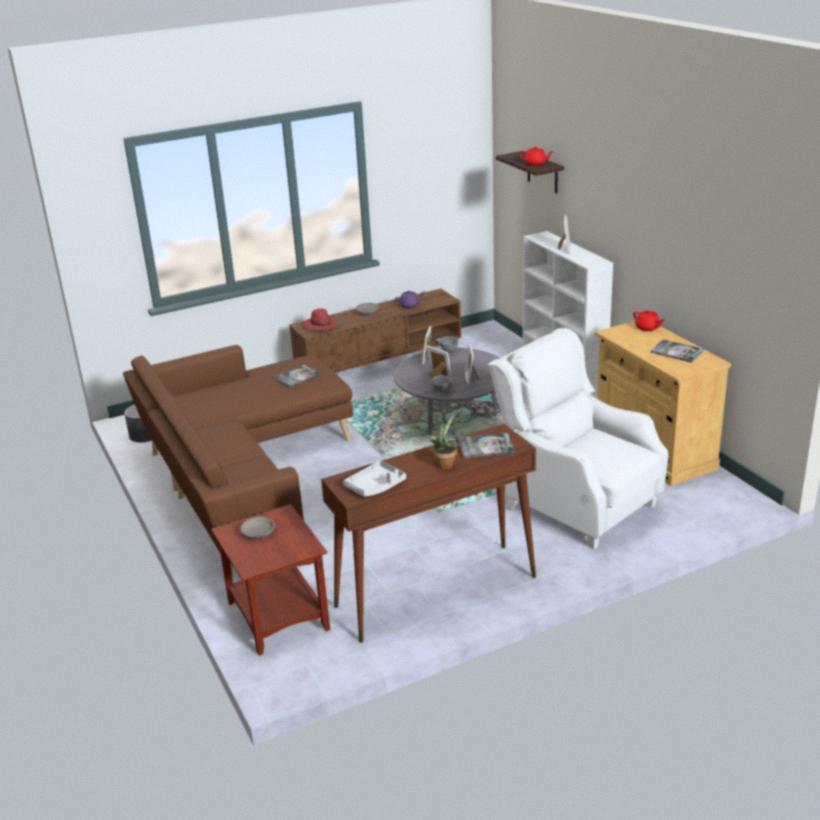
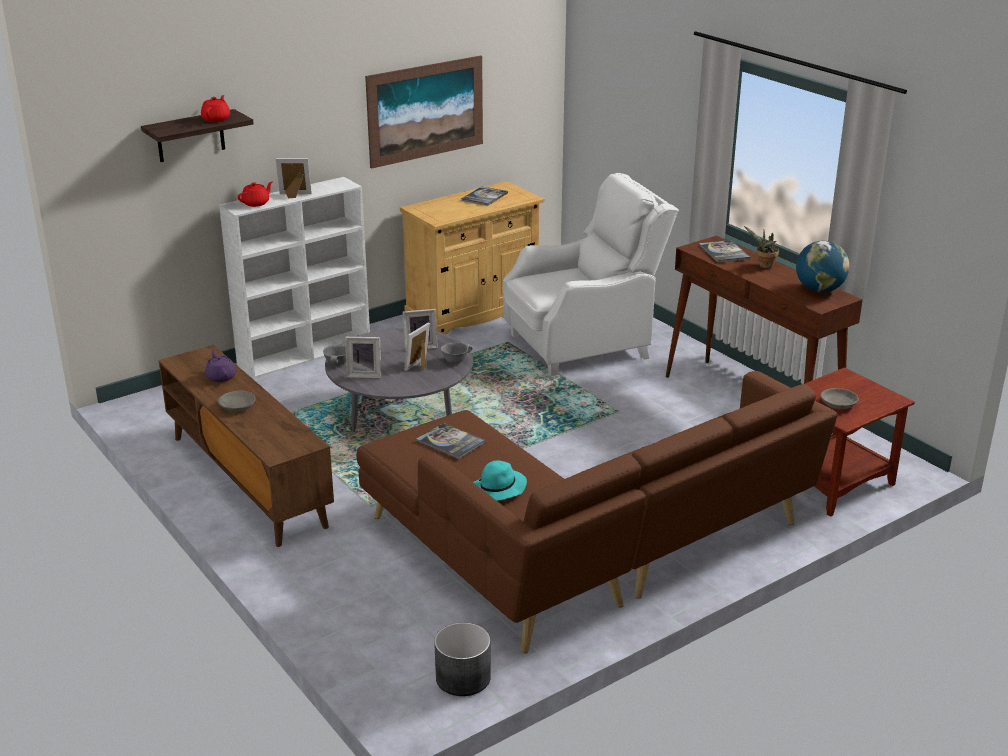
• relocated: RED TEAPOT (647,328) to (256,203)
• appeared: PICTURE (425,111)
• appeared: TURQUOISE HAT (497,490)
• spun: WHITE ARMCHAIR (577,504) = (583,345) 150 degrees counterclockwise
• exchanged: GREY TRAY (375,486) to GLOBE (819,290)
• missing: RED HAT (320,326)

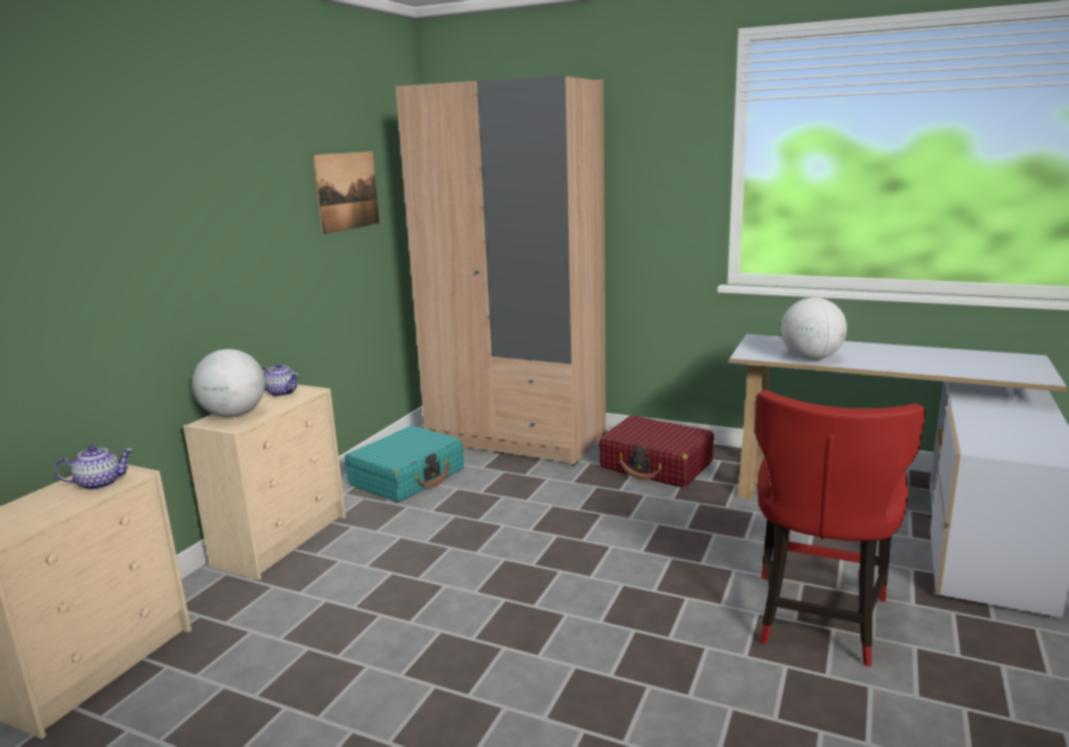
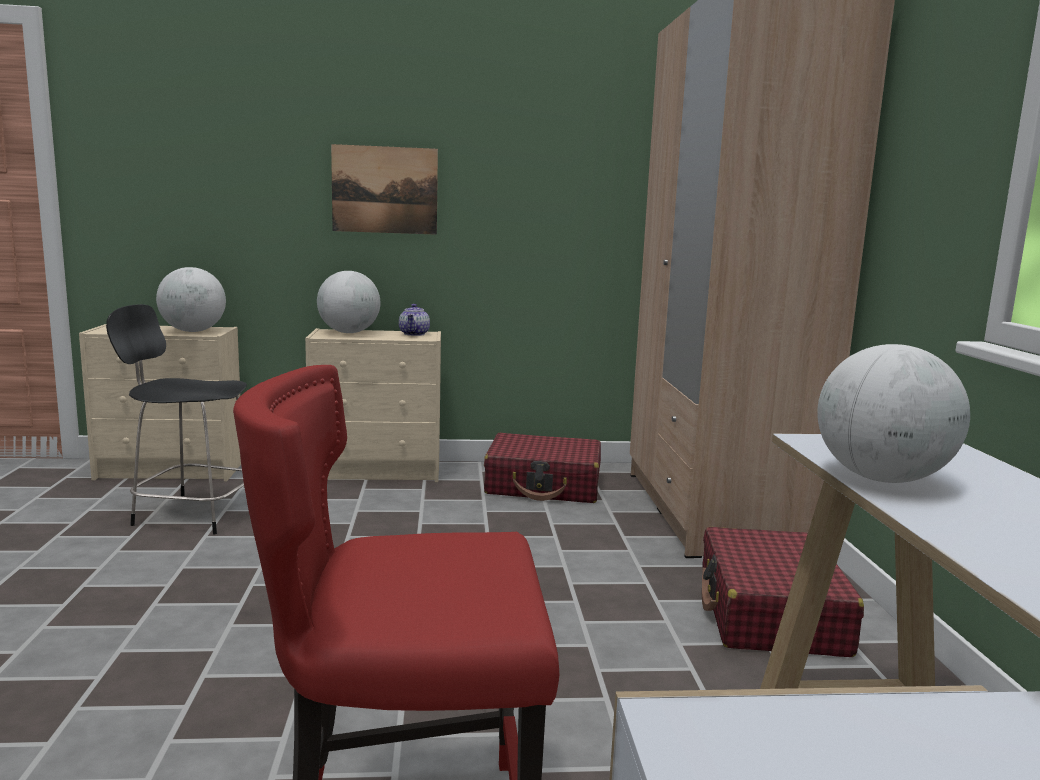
• appeared: BLACK CHAIR (193,513)
• exchanged: TEAPOT (100,483) to GLOBE (193,331)
• relocated: PICTURE (347,191) to (385,190)
• colour: TURQUOISE SUITCASE (408,477) to RED SUITCASE (544,485)

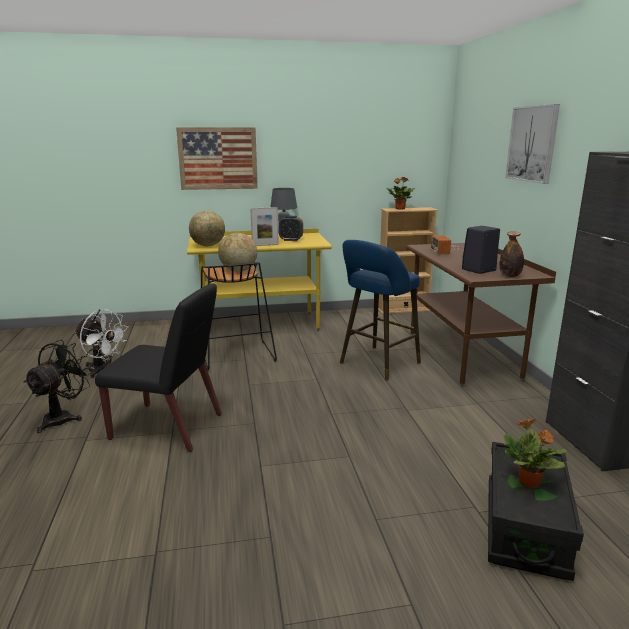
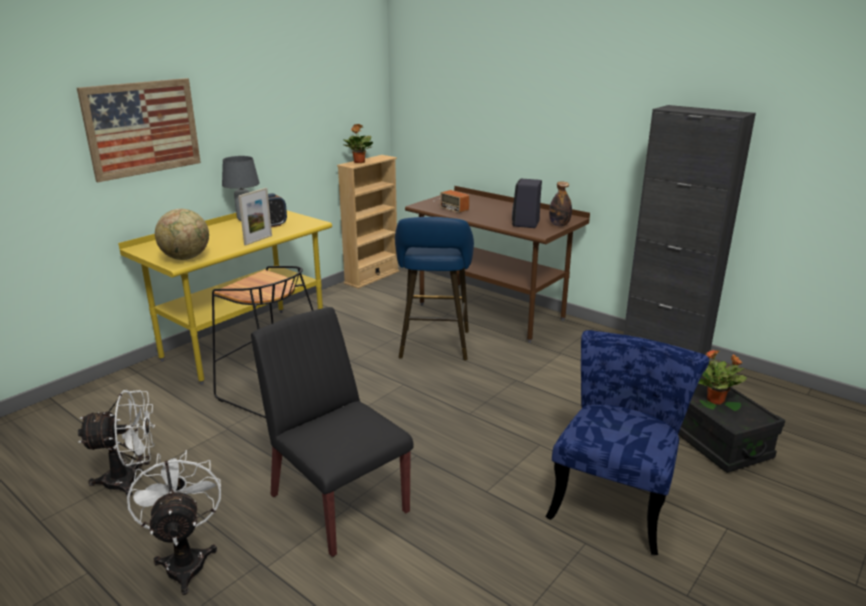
• colour: BLACK FAN (63,417) to WHITE FAN (186,560)
• spun: BLACK CHAIR (168,427) = (338,502) 105 degrees counterclockwise
• appeared: BLUE CHAIR (615,497)
• missing: GLOBE (238,271)
• missing: PICTURE (532,144)

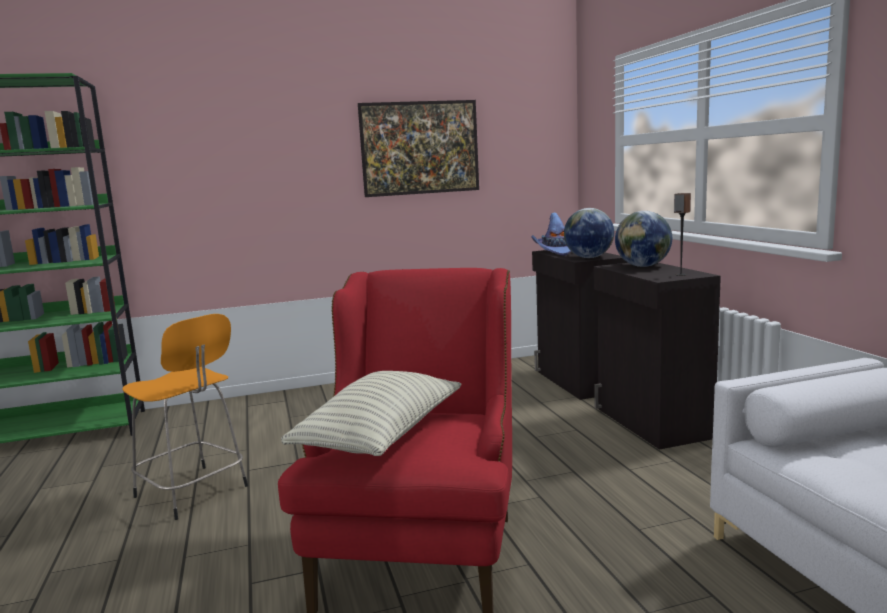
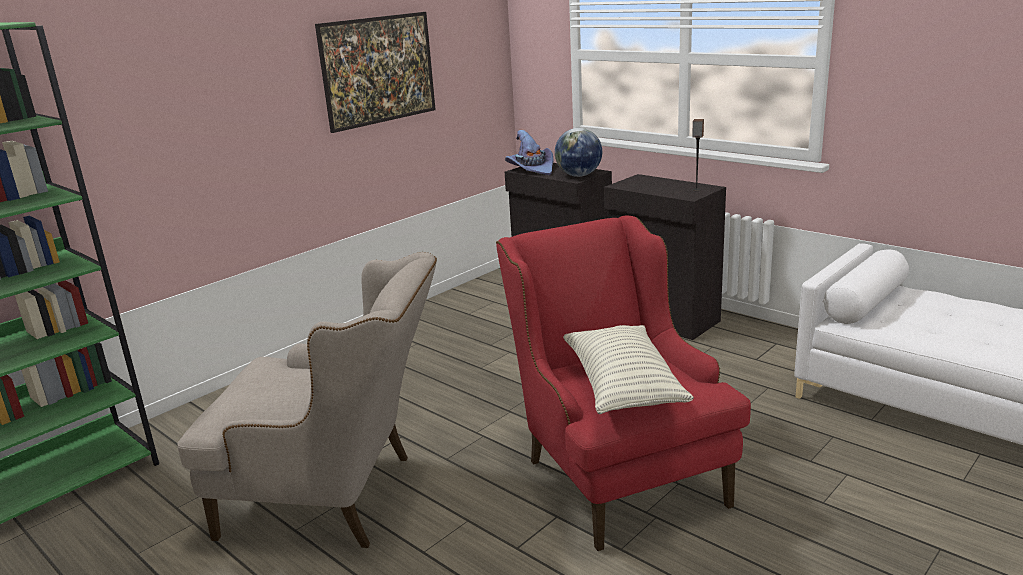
• exchanged: ORANGE STOOL (193,493) to BEIGE ARMCHAIR (338,497)
• missing: GLOBE (643,266)

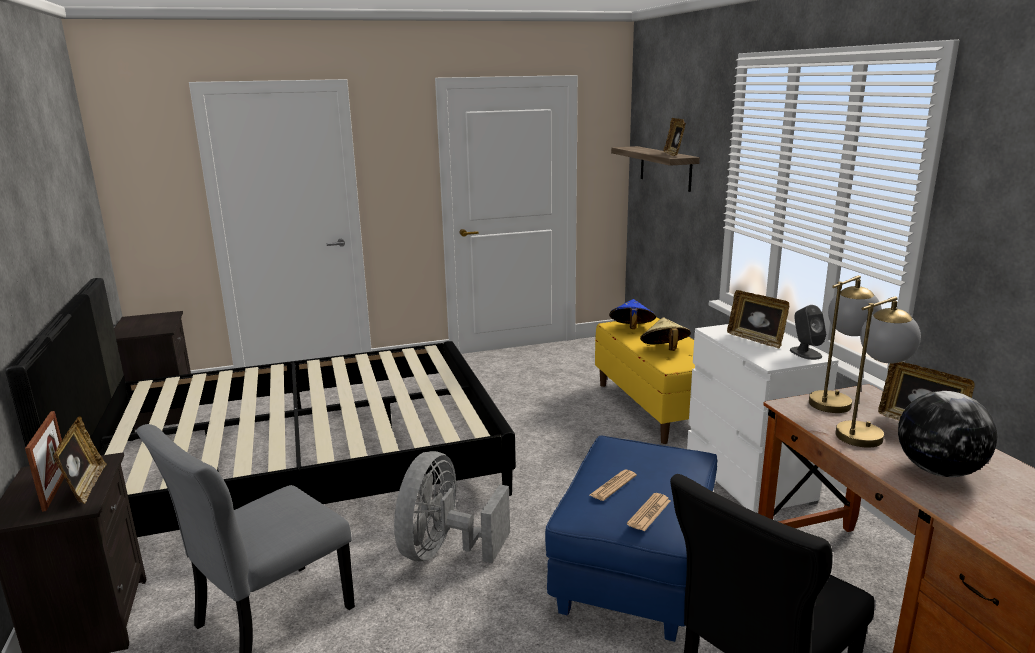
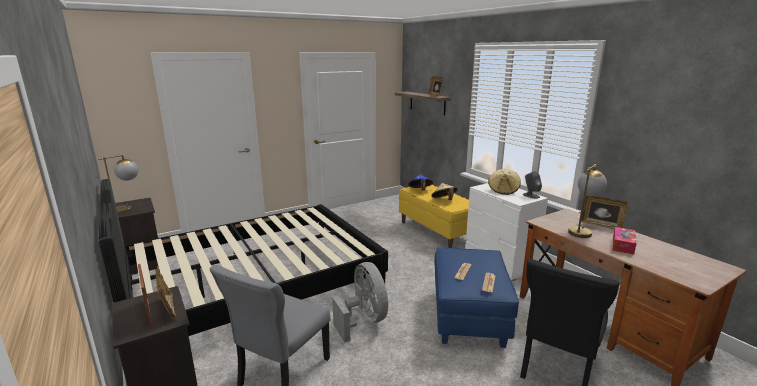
• relocated: TABLE LAMP (836,400) to (129,208)
• spun: GREY FAN (444,551) = (364,320) 150 degrees clockwise
• exchanged: PICTURE FRAME (756,339) to BEIGE HAT (503,190)
• exchanged: GLOBE (938,470) to TISSUE BOX (623,245)

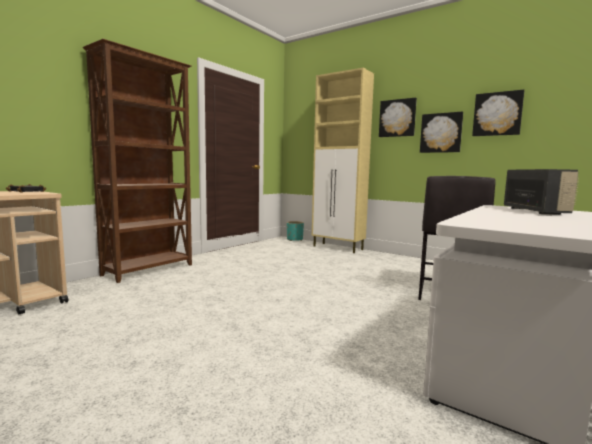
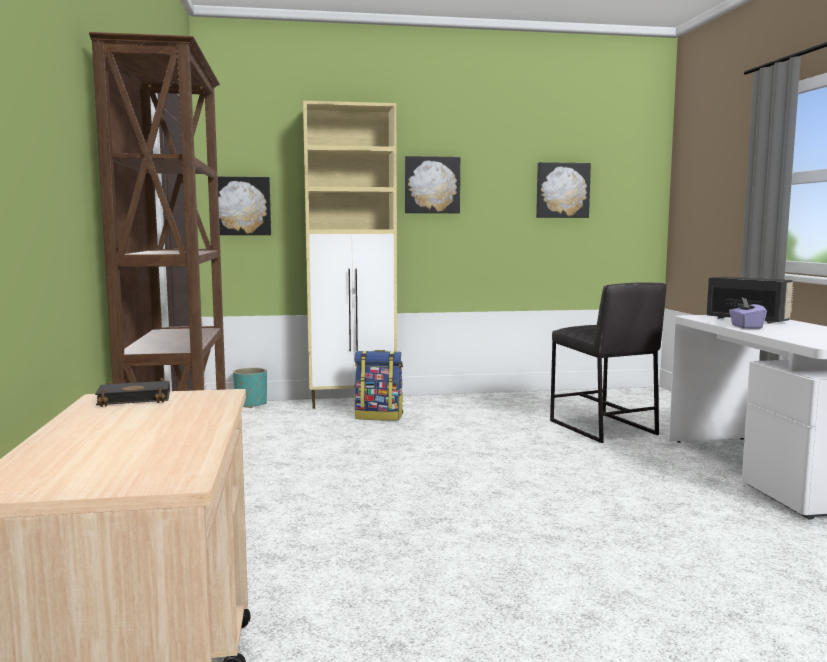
• relocated: PICTURE (441,133) to (241,206)
• appeared: BACKPACK (379,416)
• appeared: PURPLE TISSUE BOX (746,327)

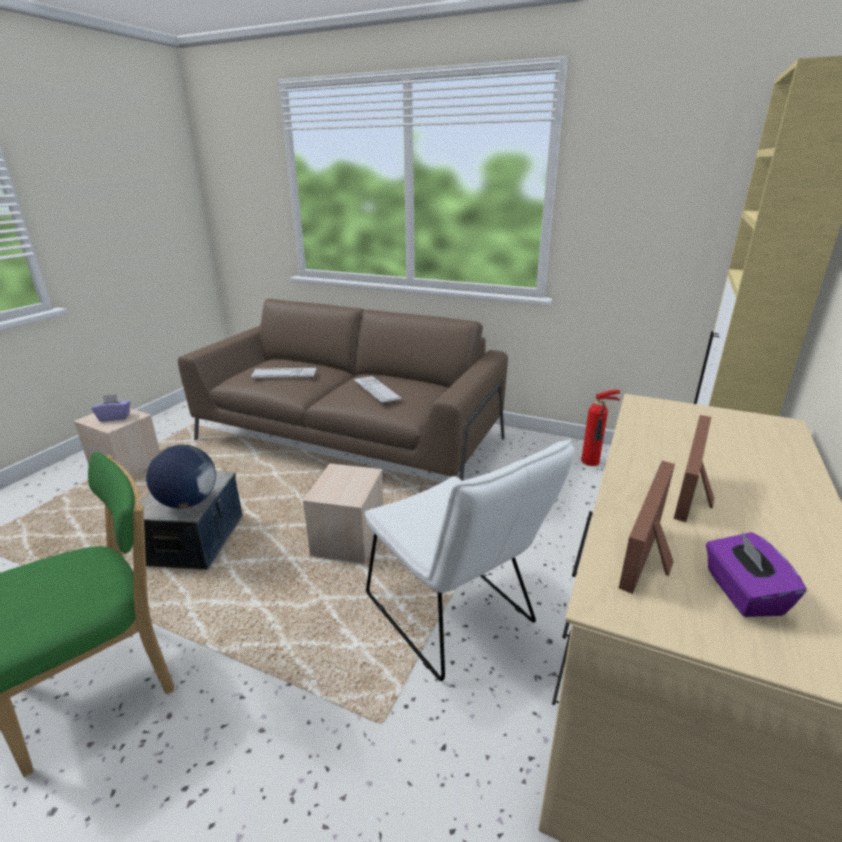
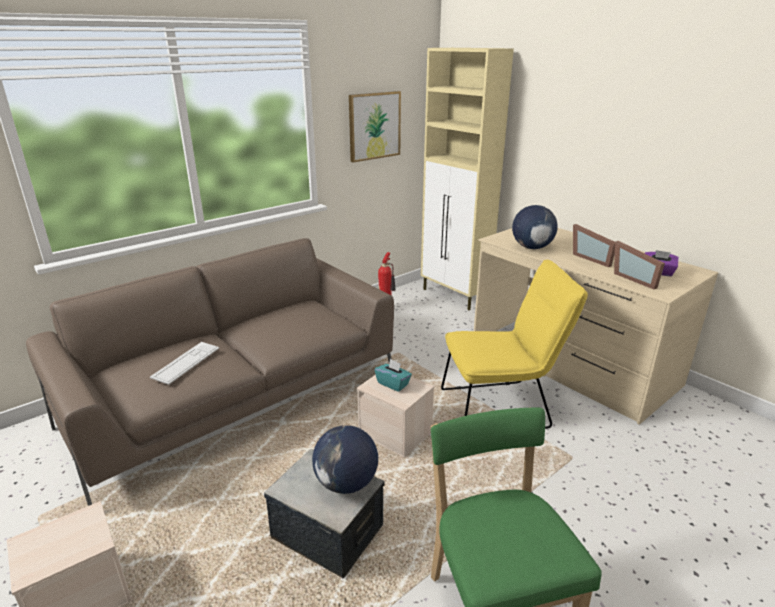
• appeared: PICTURE (374,126)
• appeared: TURQUOISE TISSUE BOX (393,384)
• colour: WHITE CHAIR (455,616) to YELLOW CHAIR (501,408)
• appeared: GLOBE (531,247)
• missing: PURPLE TISSUE BOX (115,417)
• missing: KEYBOARD (376,389)

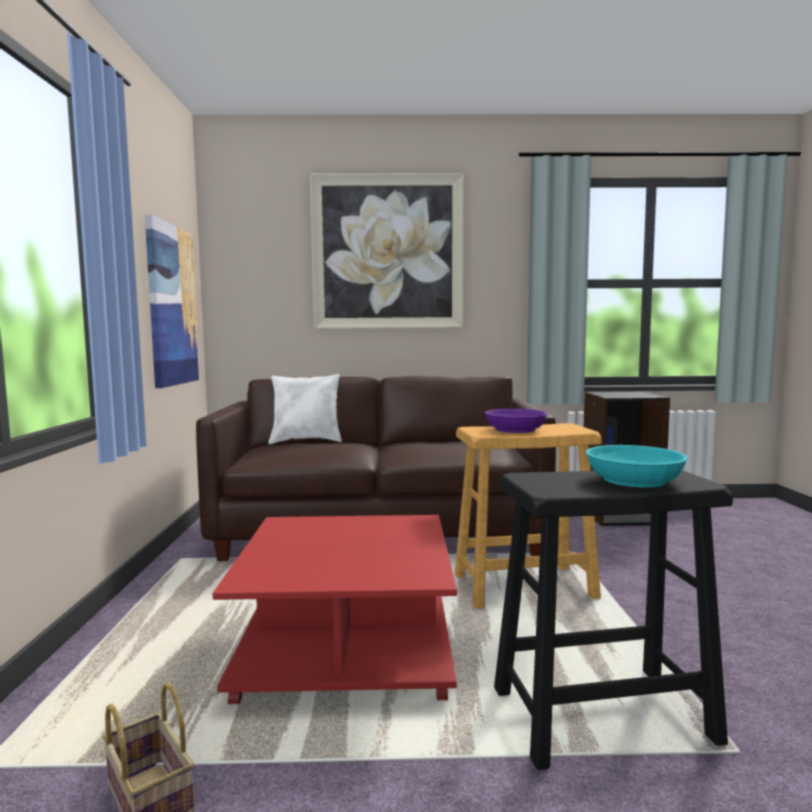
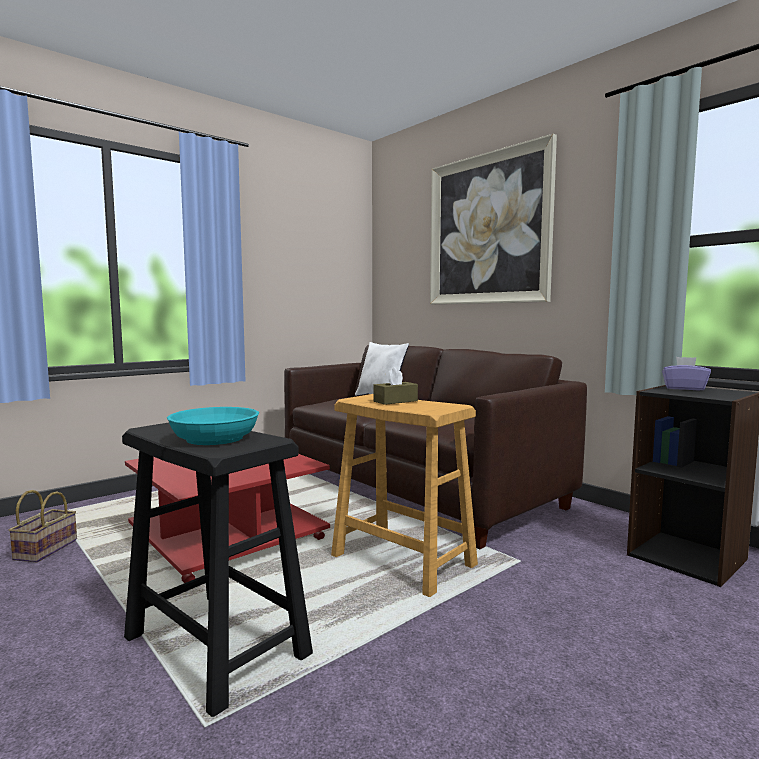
• exchanged: PURPLE BOWL (515,429) to BROWN TISSUE BOX (395,401)
• appeared: PURPLE TISSUE BOX (684,388)
• missing: PICTURE (171,305)

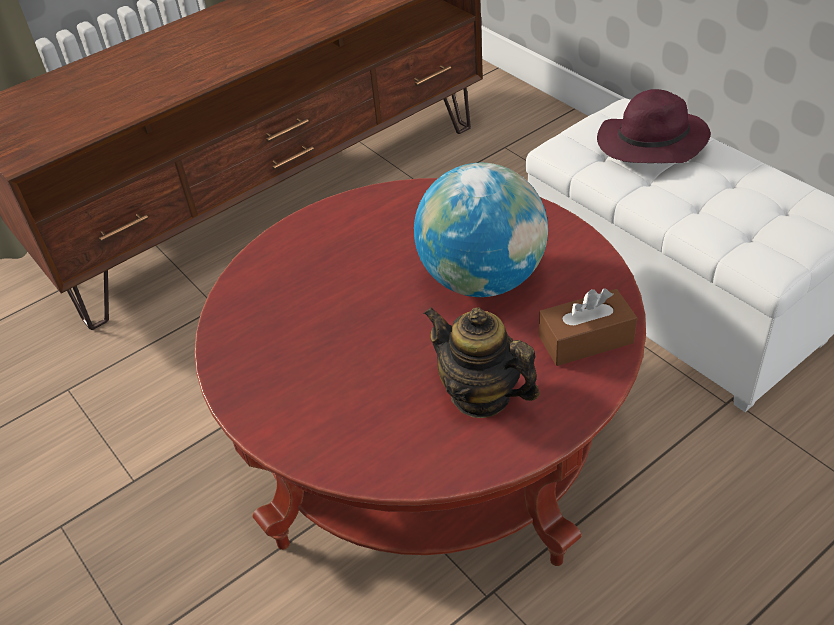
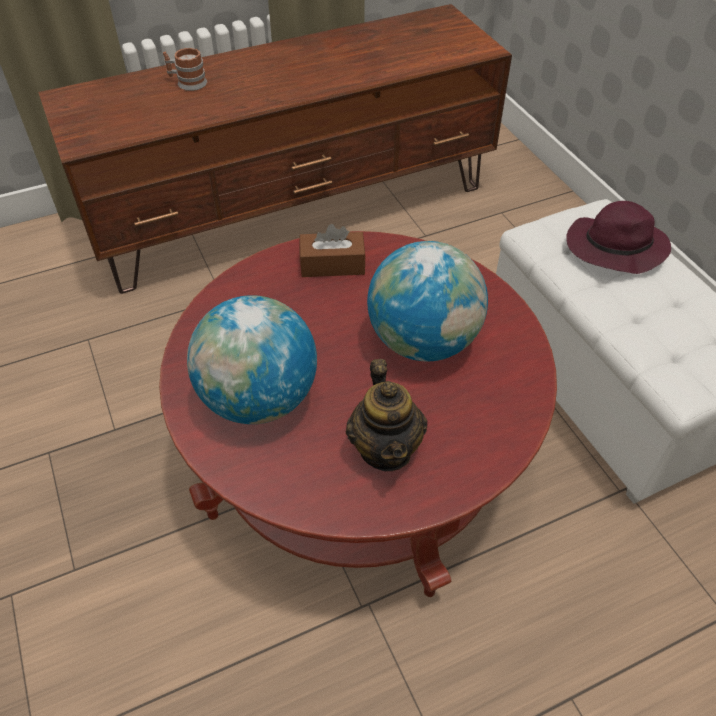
• appeared: MUG (187,83)
• appeared: GLOBE (258,399)
• relocated: BROWN TISSUE BOX (585,339) to (332,264)
• spun: TEAPOT (481,395) = (386,449) 150 degrees counterclockwise

